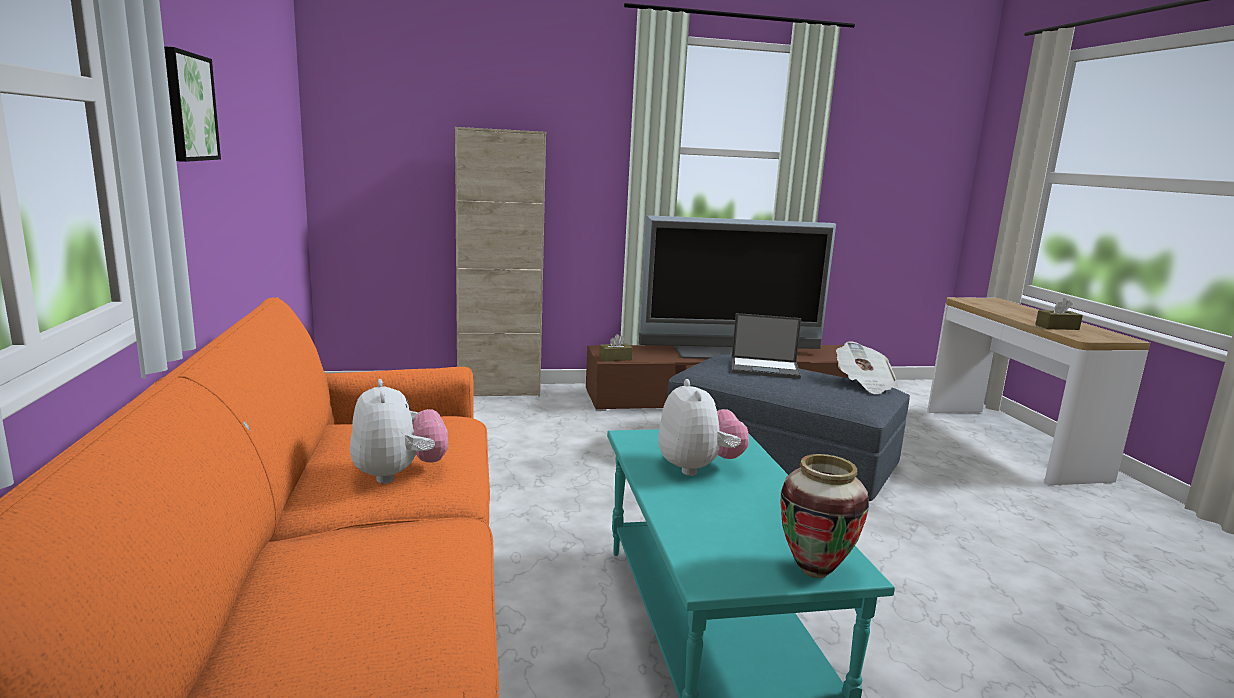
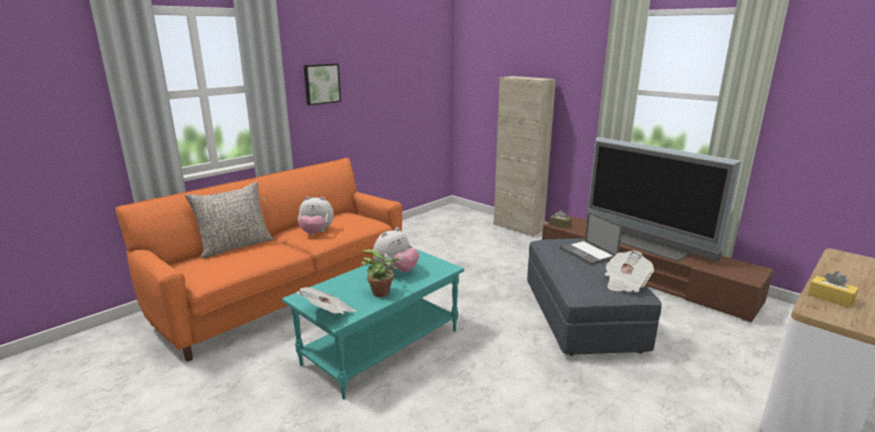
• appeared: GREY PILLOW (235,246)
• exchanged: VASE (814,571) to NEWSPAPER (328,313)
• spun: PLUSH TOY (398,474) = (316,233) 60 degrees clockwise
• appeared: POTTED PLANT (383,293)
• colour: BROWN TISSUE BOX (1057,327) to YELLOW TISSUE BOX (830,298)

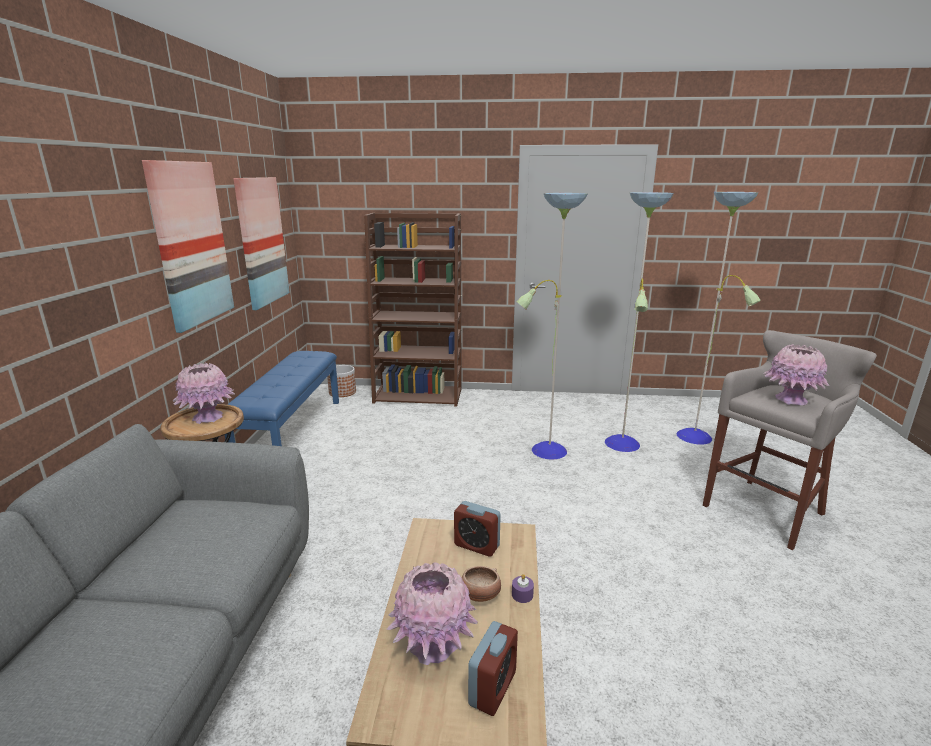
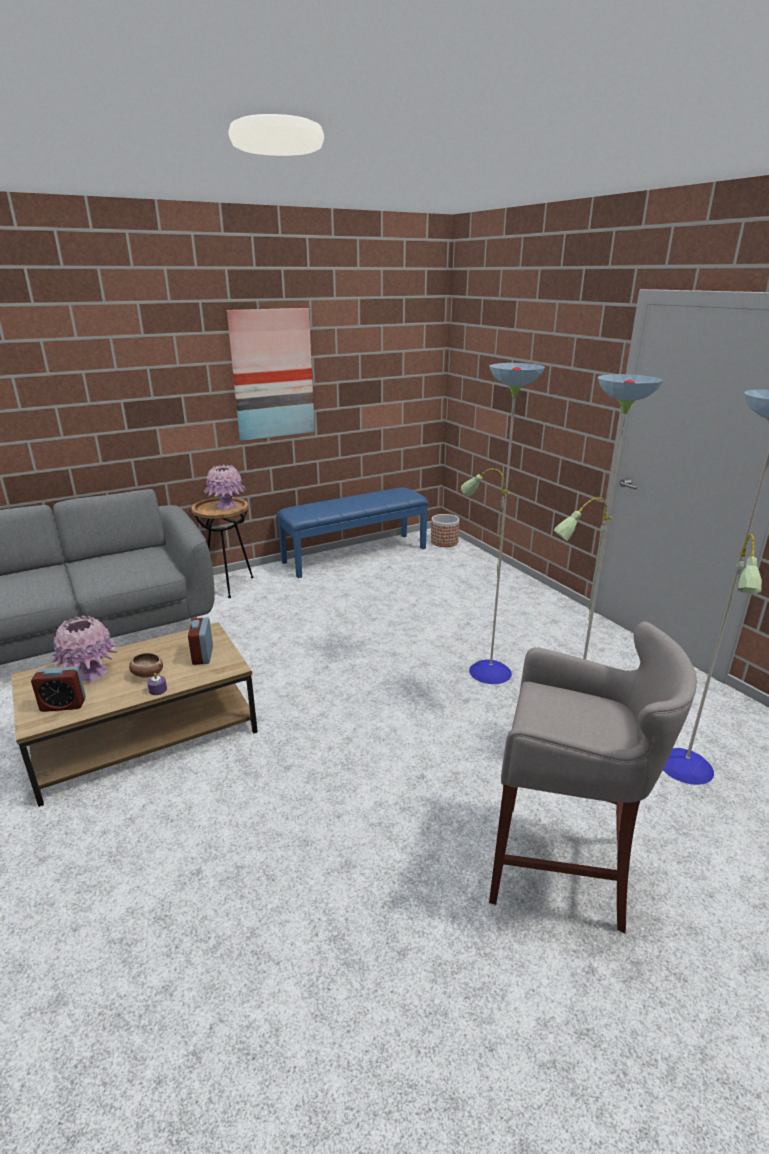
• missing: PICTURE (261,241)
• missing: BROWN BOOKCASE (419,395)
• missing: PINK VASE (790,400)

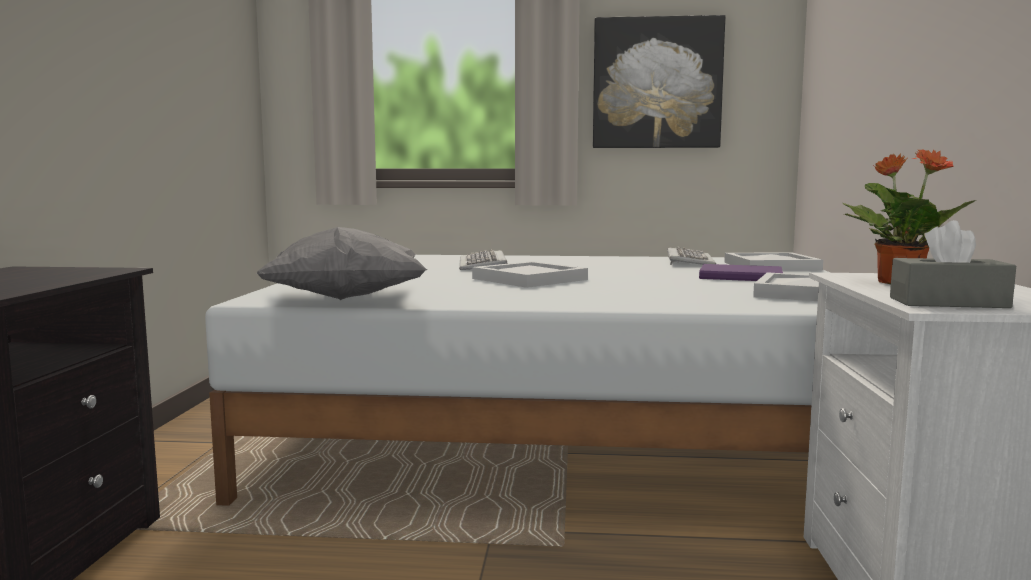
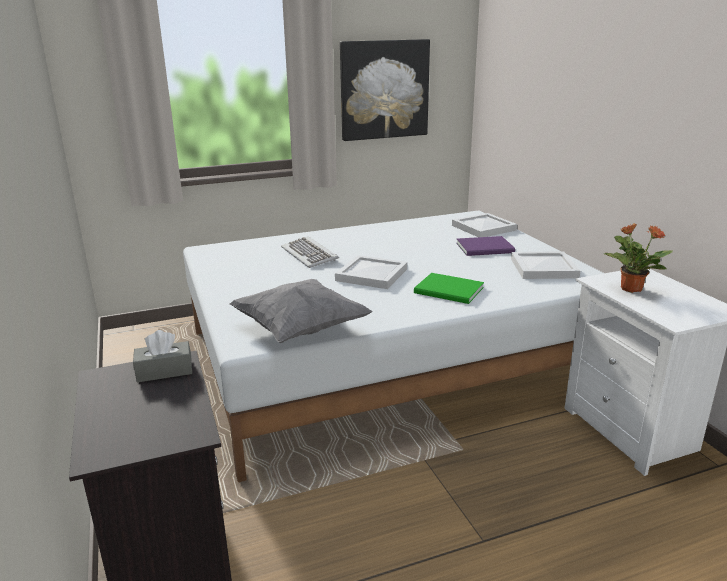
• relocated: GREY TISSUE BOX (948,302) to (164,371)
• appeared: GREEN BOOK (450,291)
• missing: KEYBOARD (688,261)

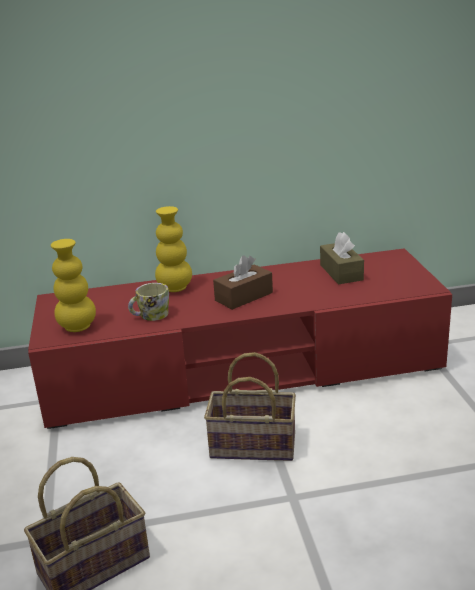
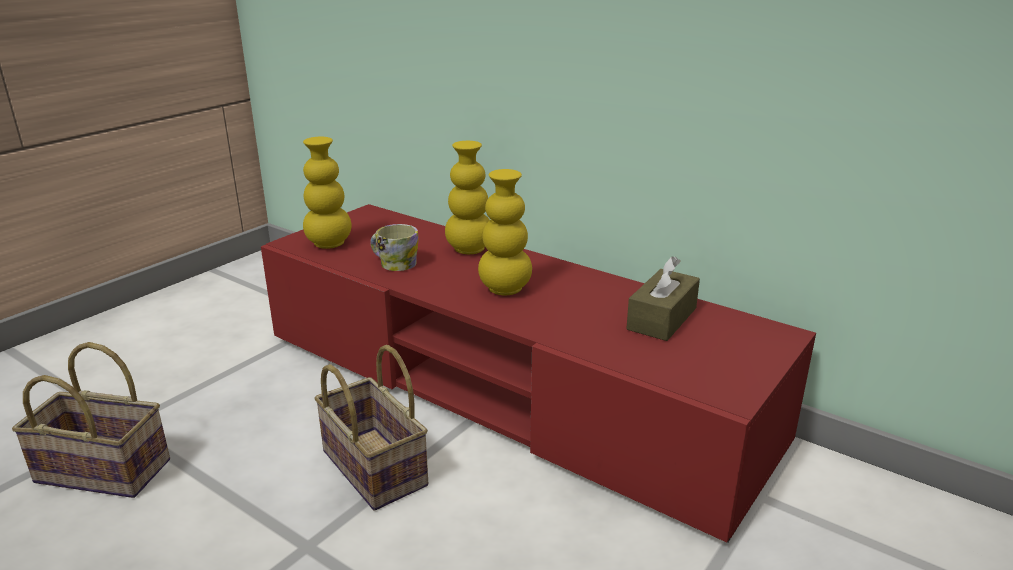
• exchanged: BROWN TISSUE BOX (244,296) to YELLOW VASE (505,289)

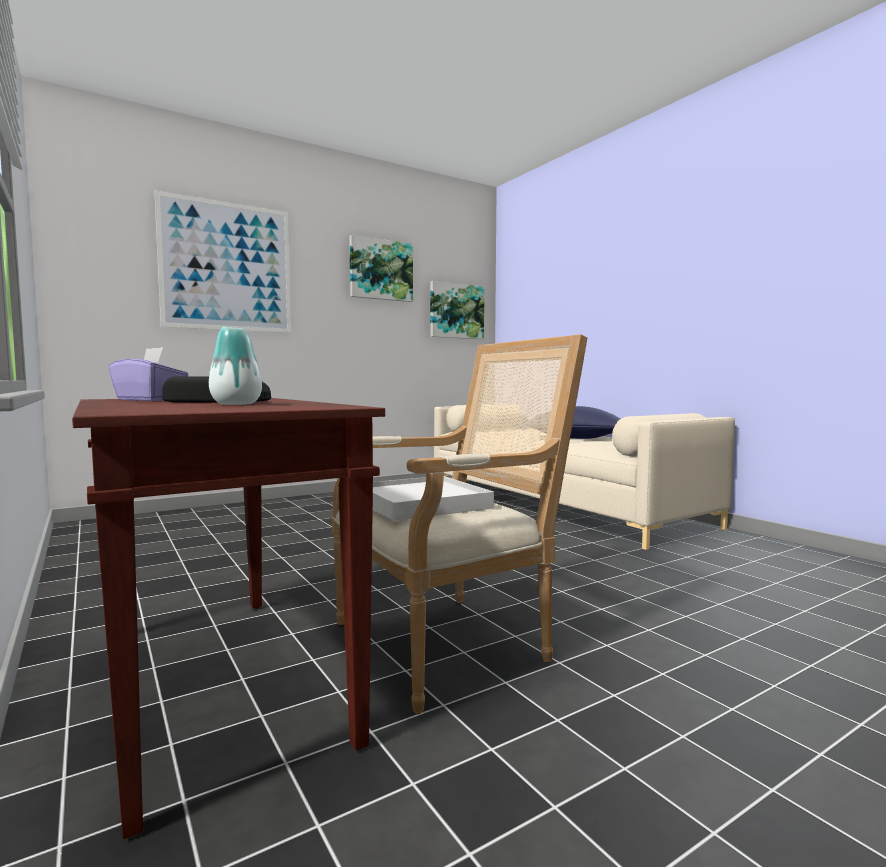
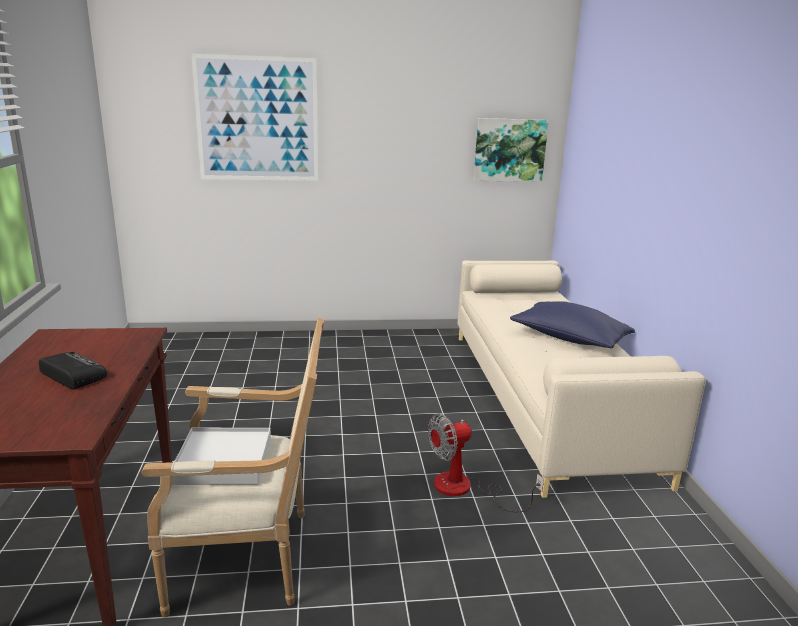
• appeared: FAN (465,489)
• missing: PURPLE TISSUE BOX (150,400)
• missing: VASE (236,404)
• missing: PICTURE (381,270)

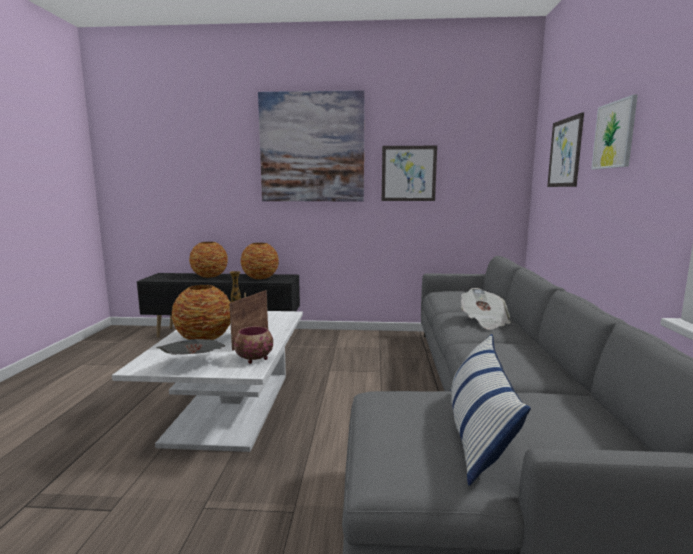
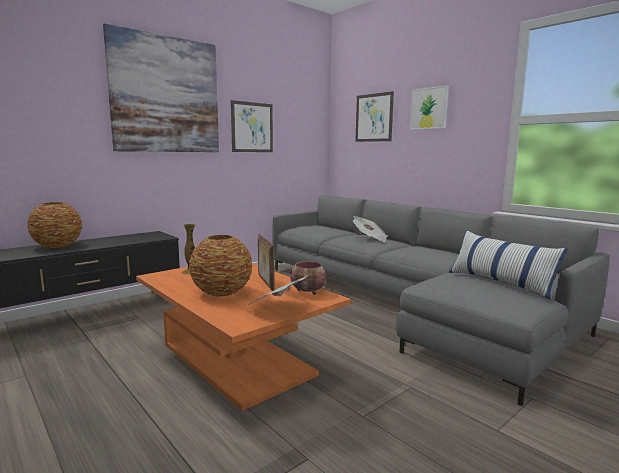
• colour: WHITE COFFEE TABLE (230,407) to ORANGE COFFEE TABLE (237,359)
• missing: VASE (260,278)

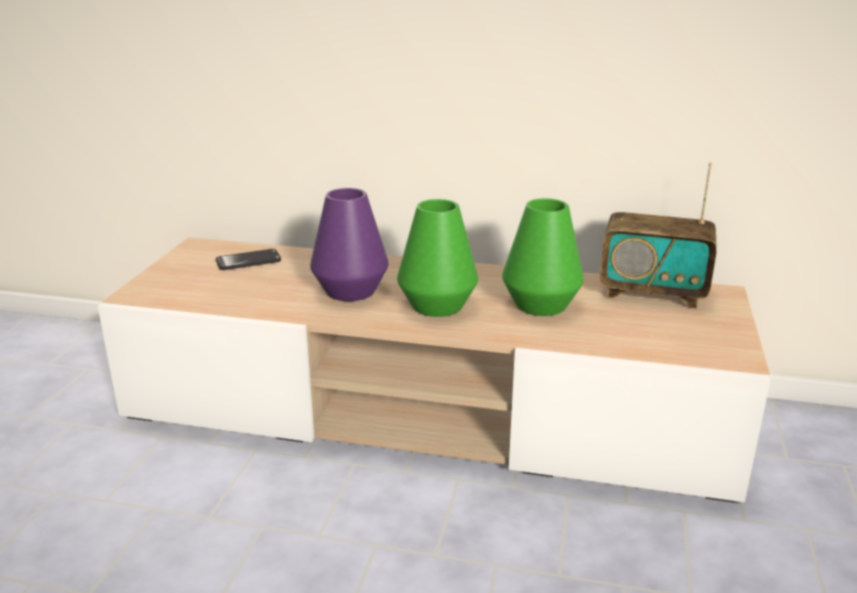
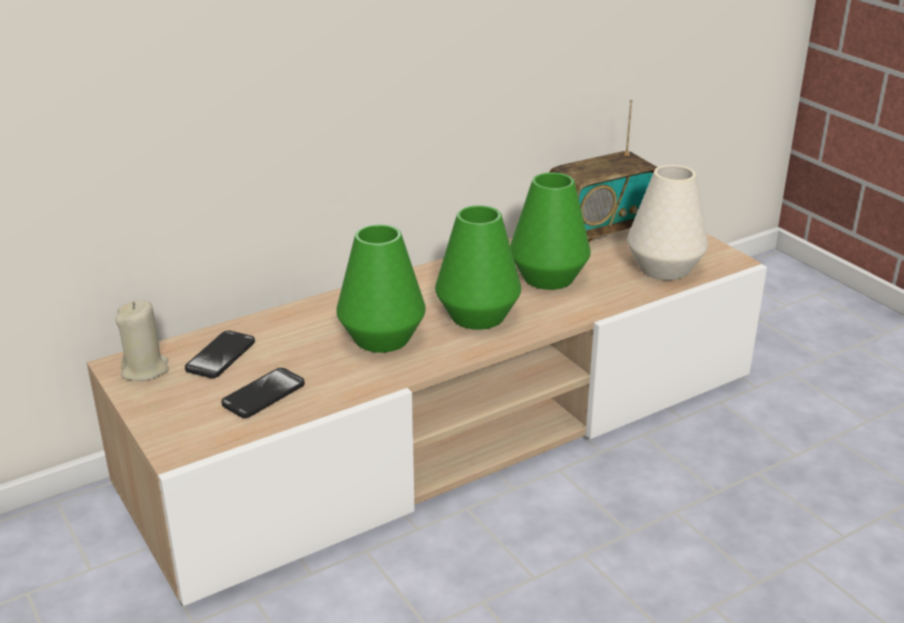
• appeared: BEIGE CANDLE (145,369)
• appeared: PHONE (263,394)
• colour: PURPLE VASE (351,291) to GREEN VASE (382,337)
• appeared: WHITE VASE (664,268)

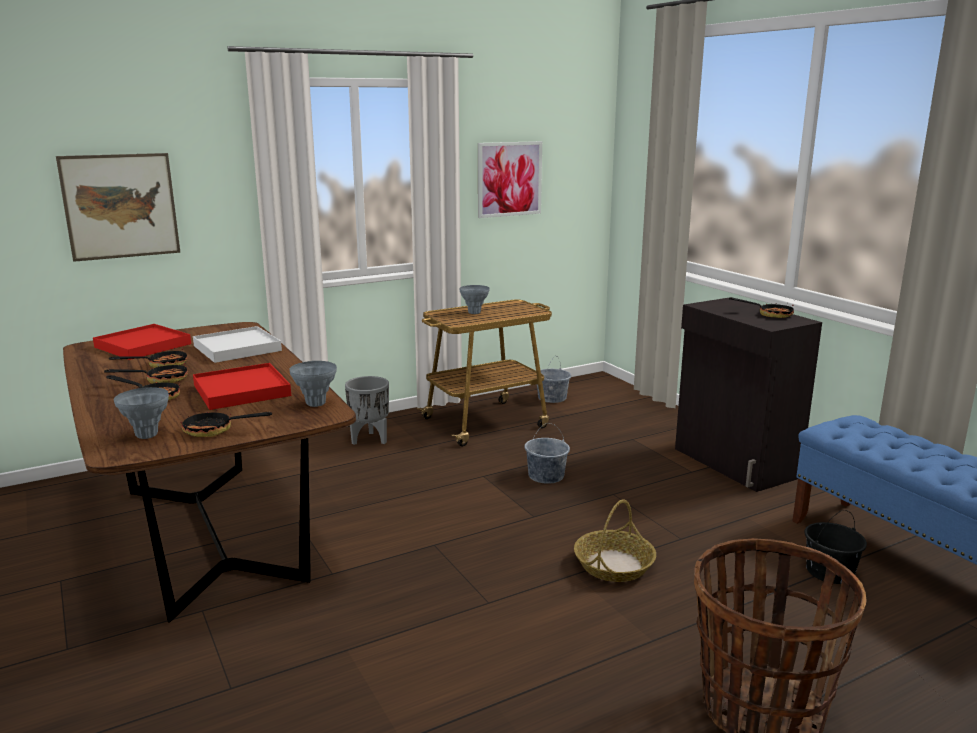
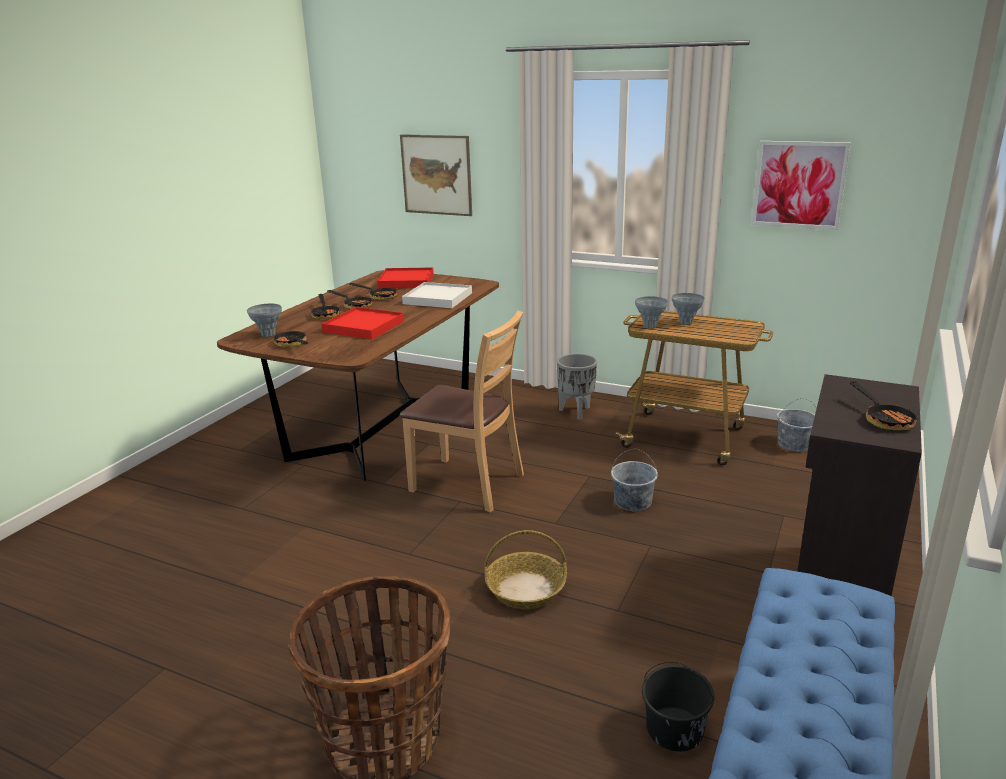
• appeared: BROWN CHAIR (468,484)
• relocated: GREY VASE (315,404) to (650,326)

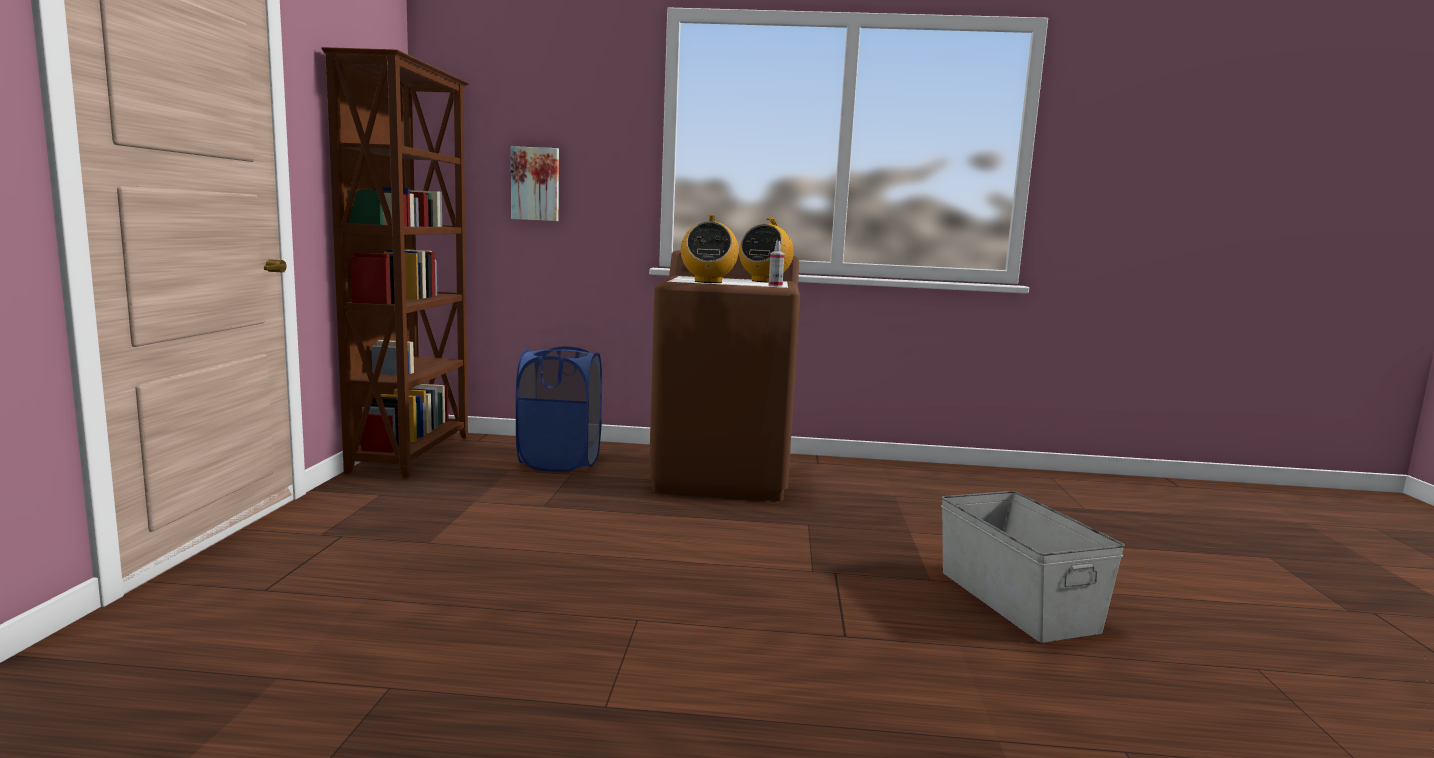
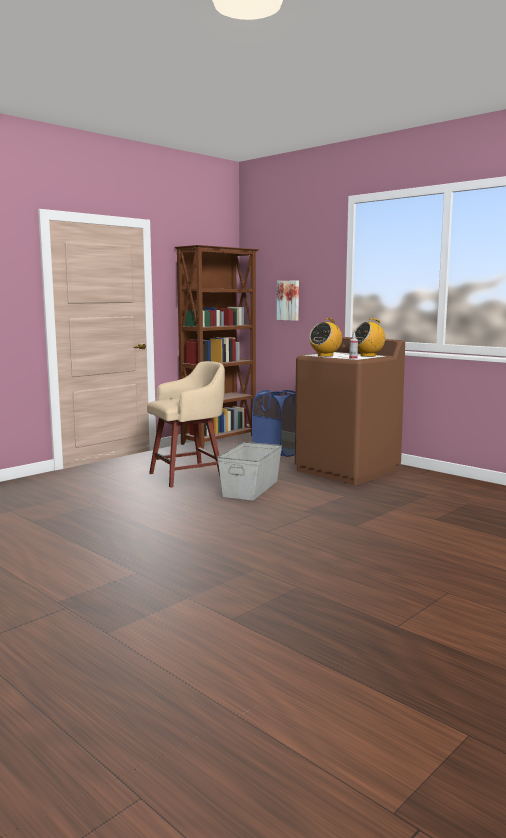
• appeared: BEIGE STOOL (189,476)
• relocated: GREY STORAGE BOX (1017,600) to (251,488)

